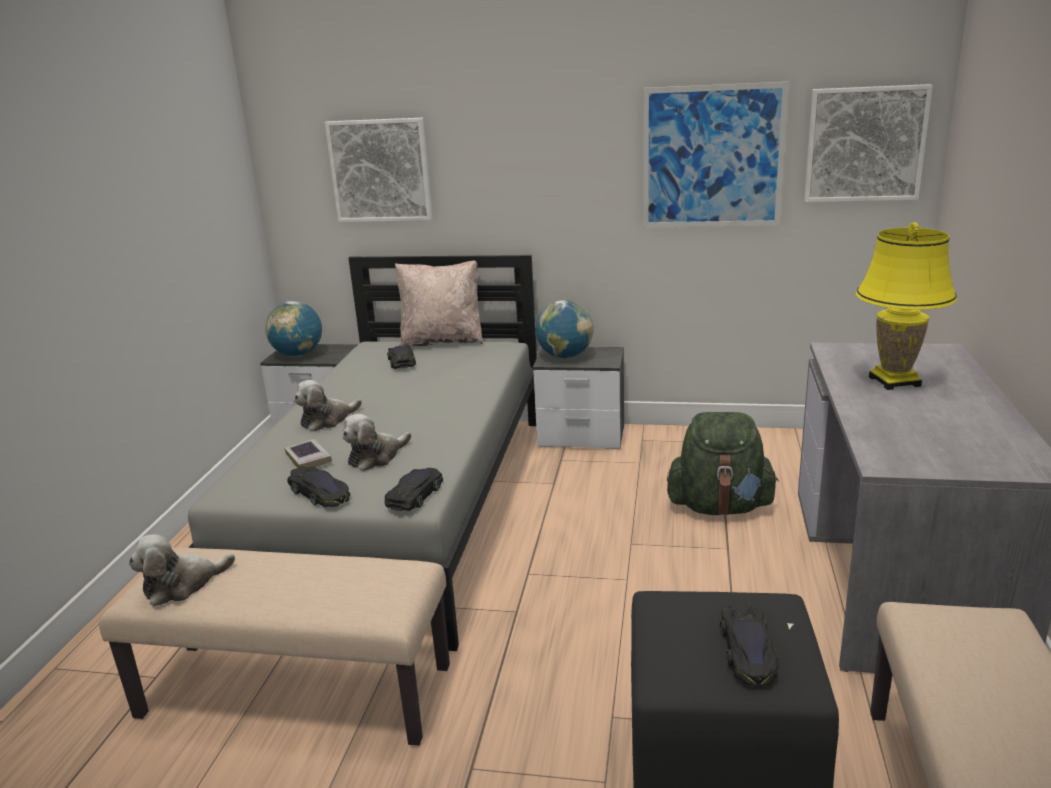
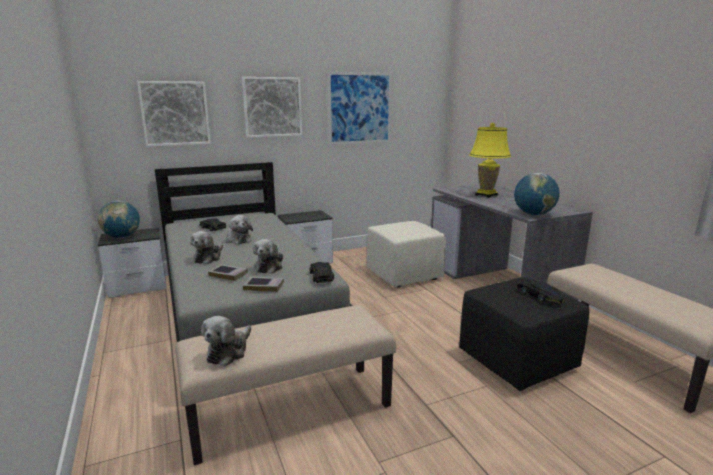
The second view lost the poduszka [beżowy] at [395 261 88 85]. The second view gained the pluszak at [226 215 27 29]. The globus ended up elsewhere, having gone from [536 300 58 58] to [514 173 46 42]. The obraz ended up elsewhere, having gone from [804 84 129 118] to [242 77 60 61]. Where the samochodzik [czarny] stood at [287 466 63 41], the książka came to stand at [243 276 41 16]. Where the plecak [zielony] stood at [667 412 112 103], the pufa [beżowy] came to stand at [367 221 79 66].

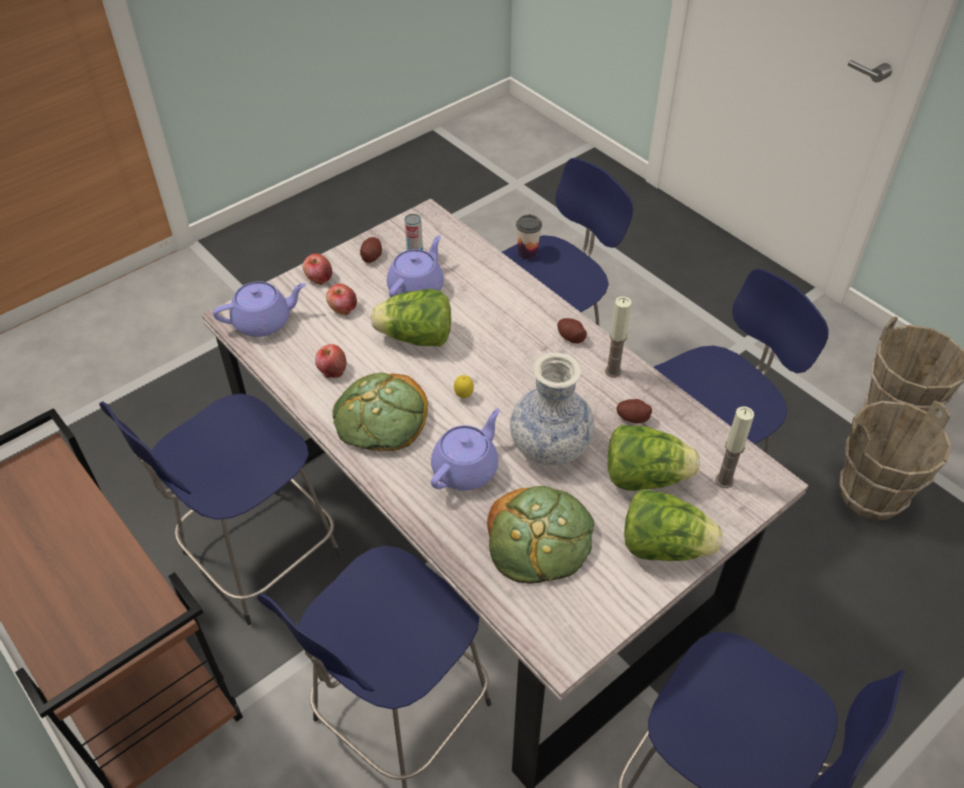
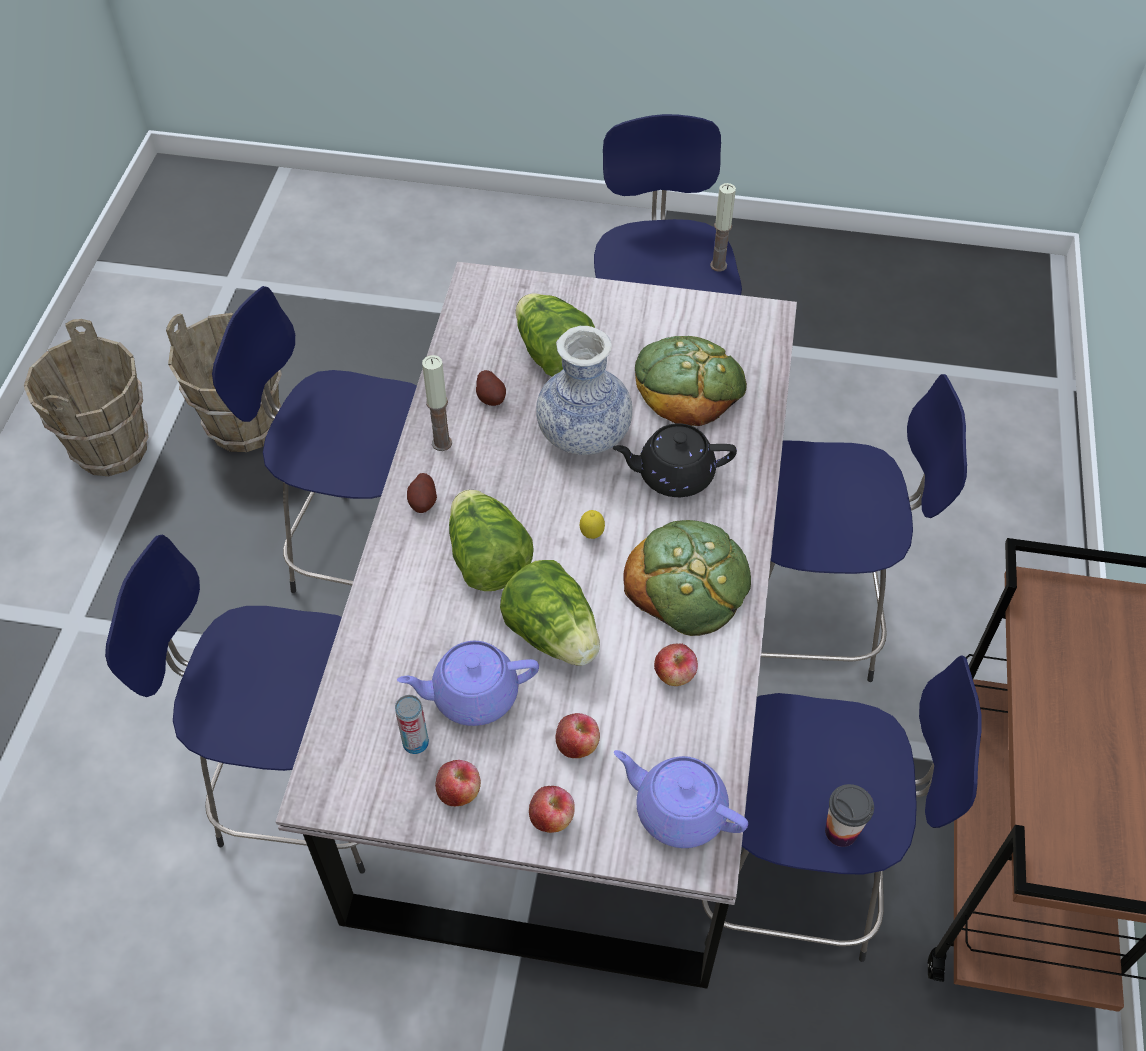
The filiżanka ended up elsewhere, having gone from [516 215 26 44] to [825 784 49 63]. The sałata ended up elsewhere, having gone from [624 489 99 72] to [449 490 85 101]. The świeca ended up elsewhere, having gone from [715 406 39 82] to [710 183 26 89]. Where the ziemniak stood at [360 237 22 26], the jabłko came to stand at [435 760 46 46]. What was the imbryk [fioletowy] at [431 409 69 81] turned into the imbryk [czarny] at [612 423 125 74].

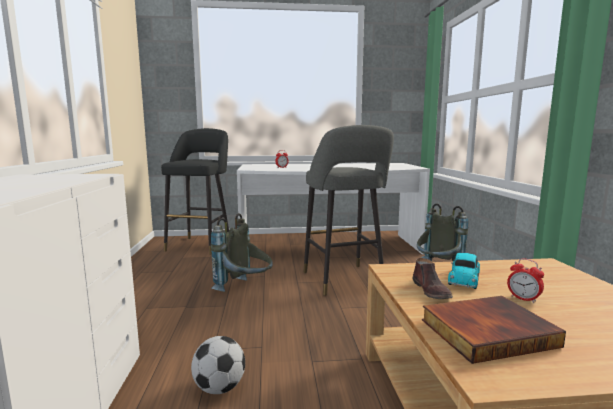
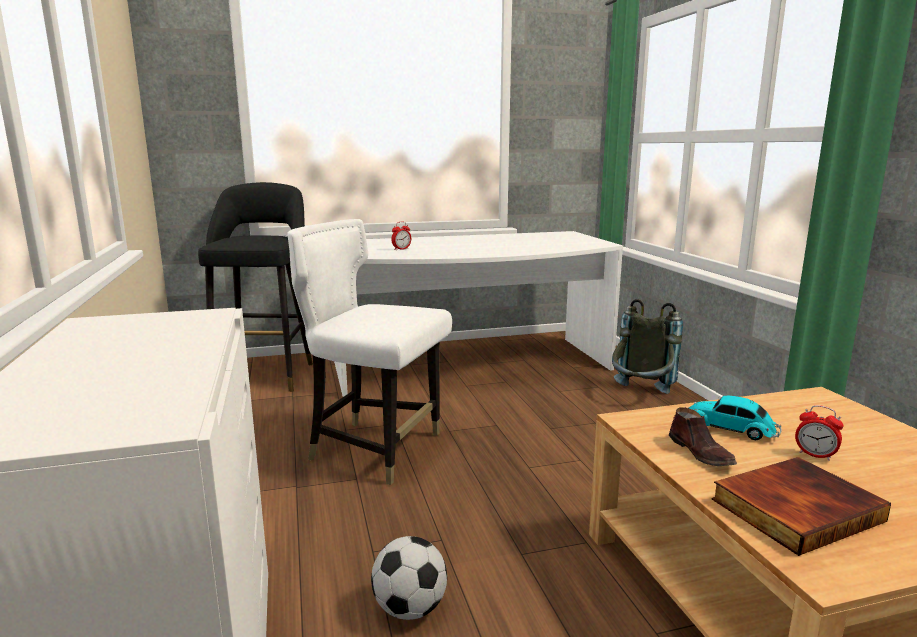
The second view lost the stołek [szary] at [303 125 91 171]. Where the plecak [szary] stood at [211 213 62 79], the krzesło [biały] came to stand at [287 219 165 266]. The samochodzik at [448 253 32 36] ended up facing another way, 105 degrees clockwise from before.

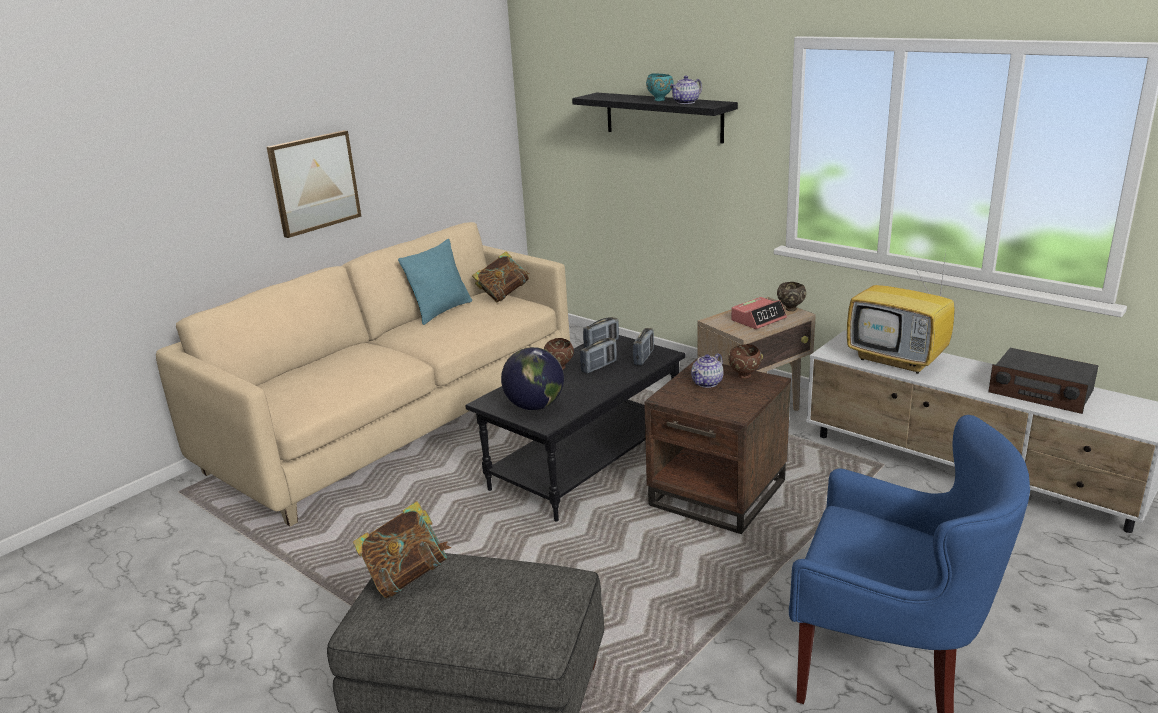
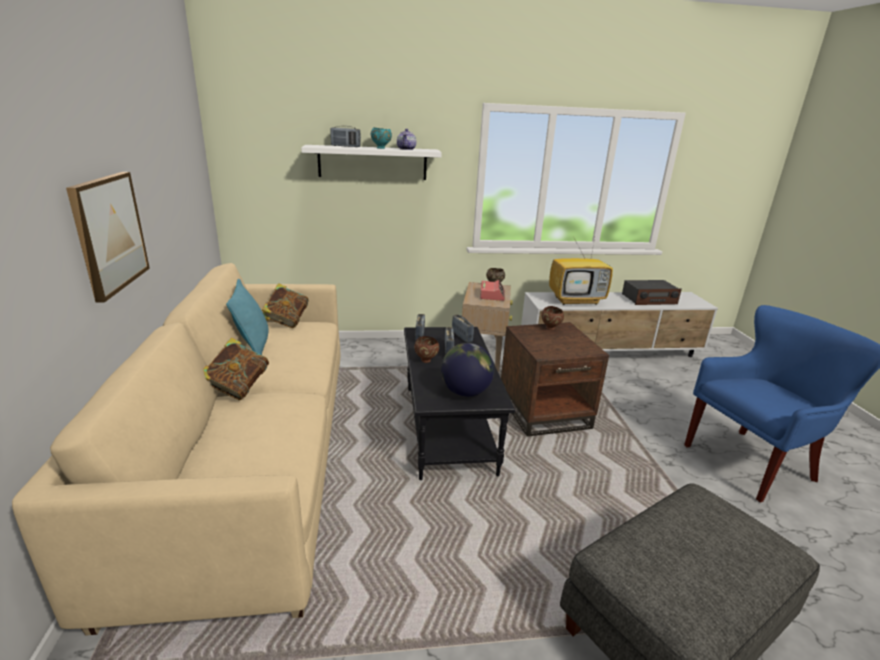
The second view lost the imbryk at [691 353 33 35]. The second view gained the radio at [331 126 30 21]. The książka ended up elsewhere, having gone from [353 501 98 97] to [203 338 66 62]. What was the półka [czarny] at [572 93 166 50] turned into the półka [biały] at [301 145 141 35].

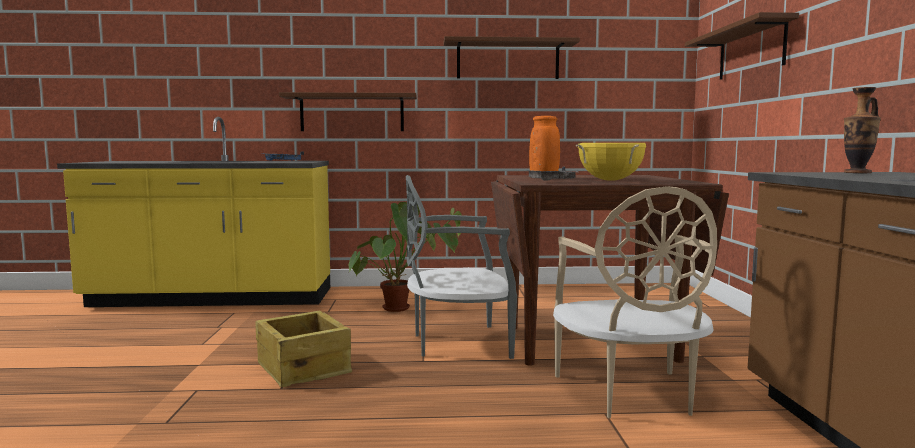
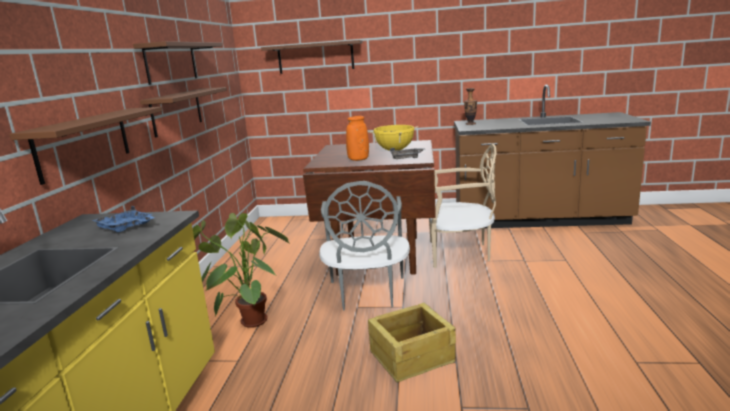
The second view gained the półka [brązowy] at [140 87 87 51].

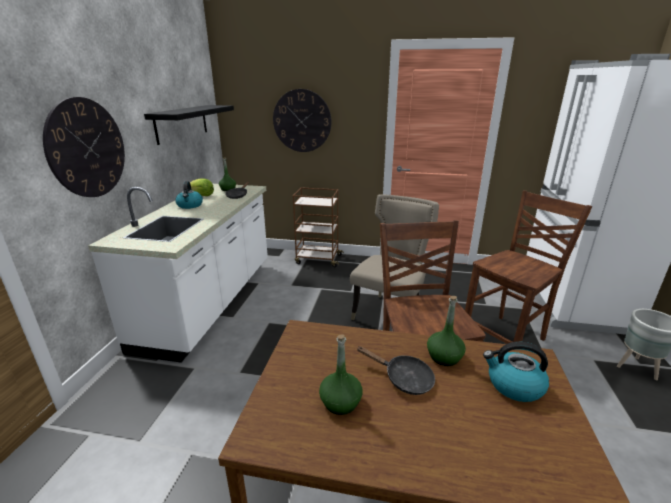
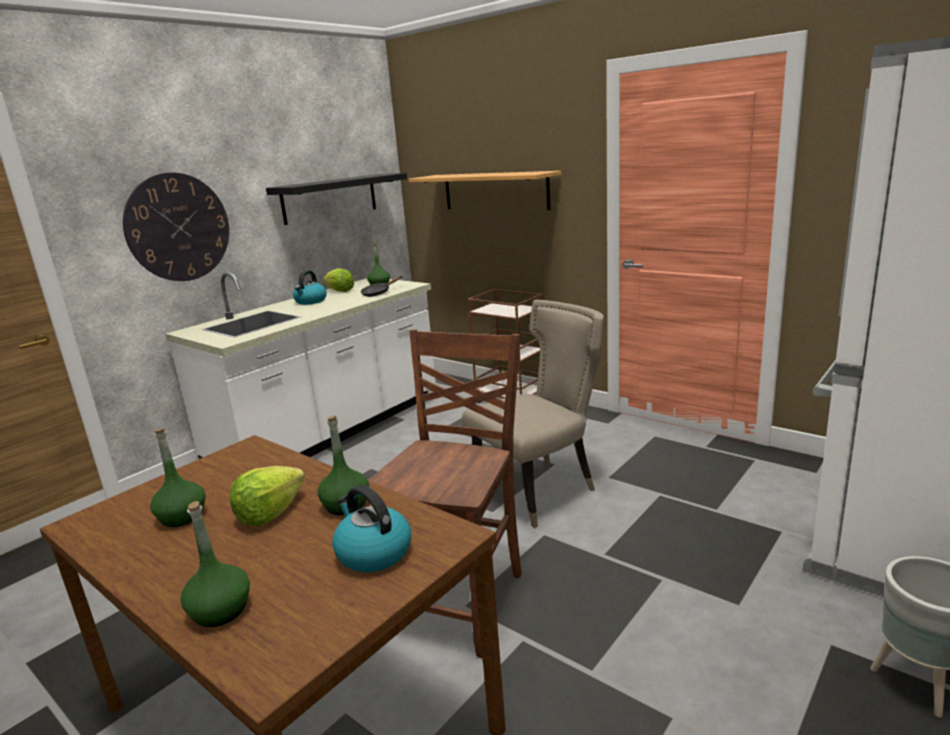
The second view lost the krzesło [brązowy] at [465 191 127 153]. The second view gained the butelka [zielony] at [181 501 69 126]. Where the zegar ścienny hung at [273 89 59 63], the półka came to hang at [409 171 152 39]. Where the patelnia [czarny] stood at [357 346 78 49], the sałata came to stand at [229 466 76 60].

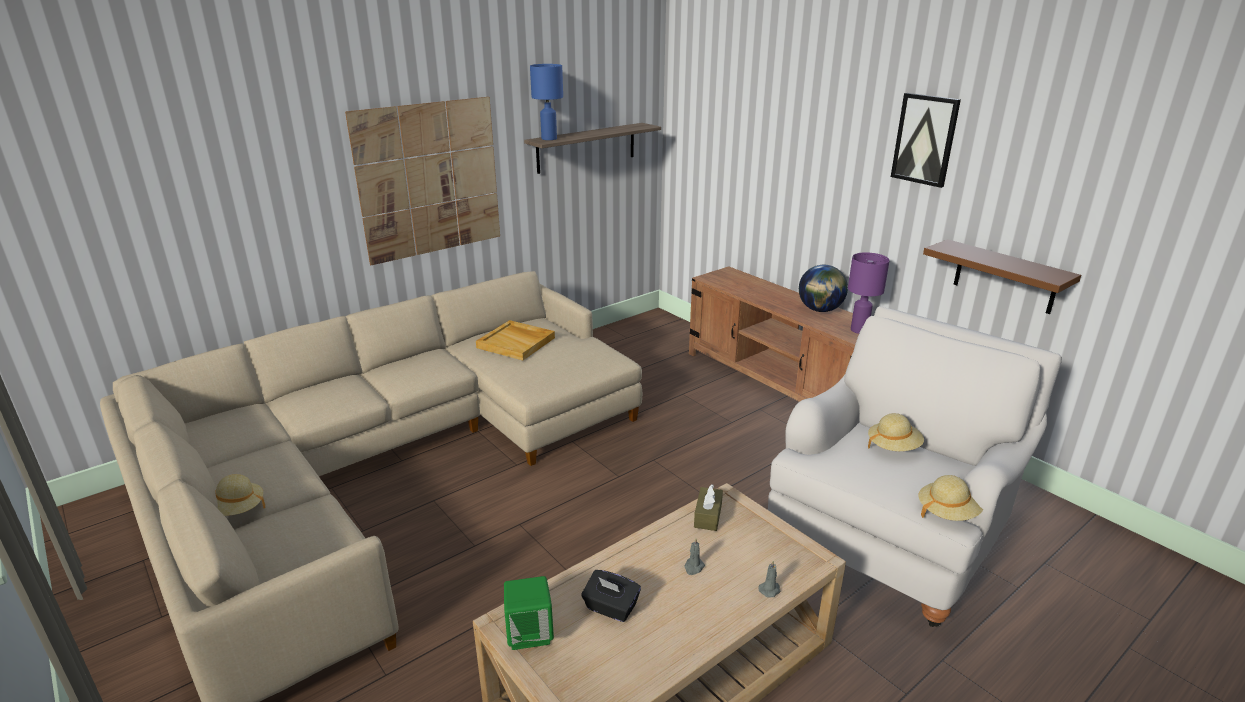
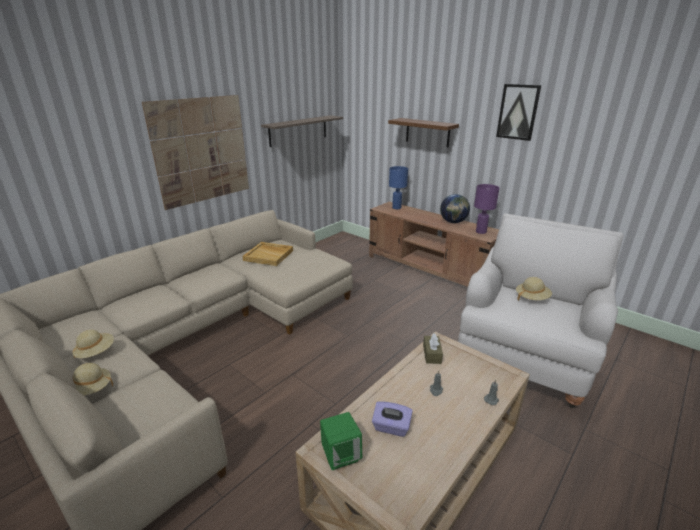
The lampa stołowa [niebieski] ended up elsewhere, having gone from [530 64 33 76] to [389 166 19 43]. The kapelusz [beżowy] ended up elsewhere, having gone from [918 475 65 46] to [72 329 42 30]. The półka [brązowy] ended up elsewhere, having gone from [923 239 158 75] to [388 118 71 29]. What was the pudełko chusteczek [czarny] at [581 570 60 52] turned into the pudełko chusteczek [fioletowy] at [372 401 41 36].

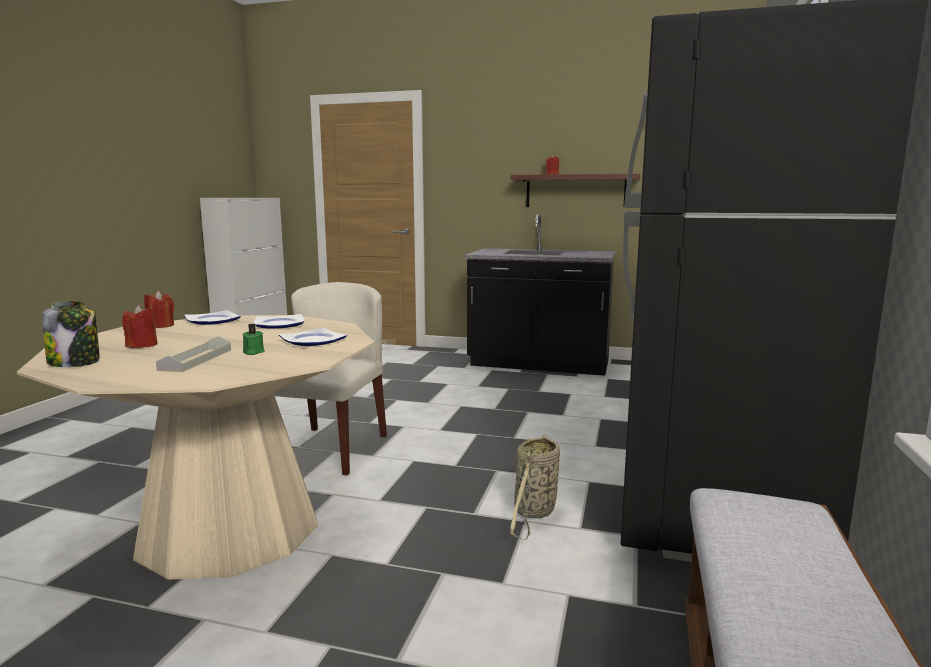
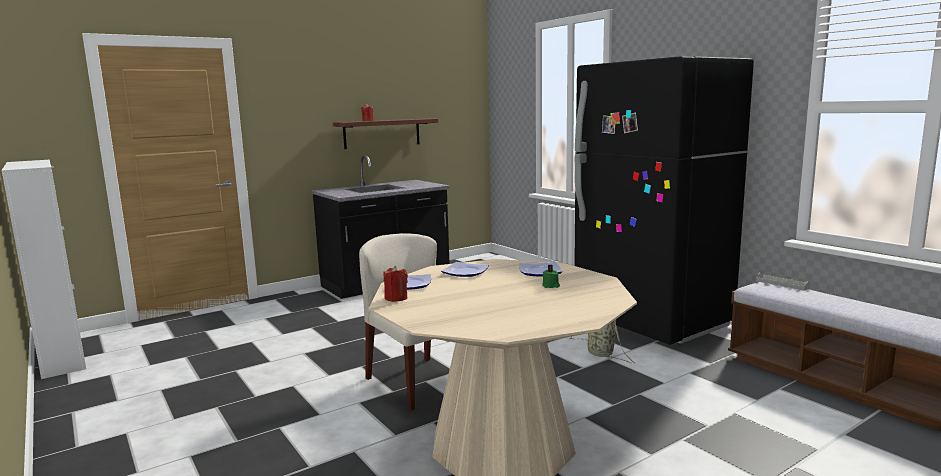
The second view lost the słoik at [42 301 58 66]. The second view lost the świeca [czerwony] at [122 305 36 43]. The taca [szary] ended up elsewhere, having gone from [156 336 75 36] to [756 272 55 19].

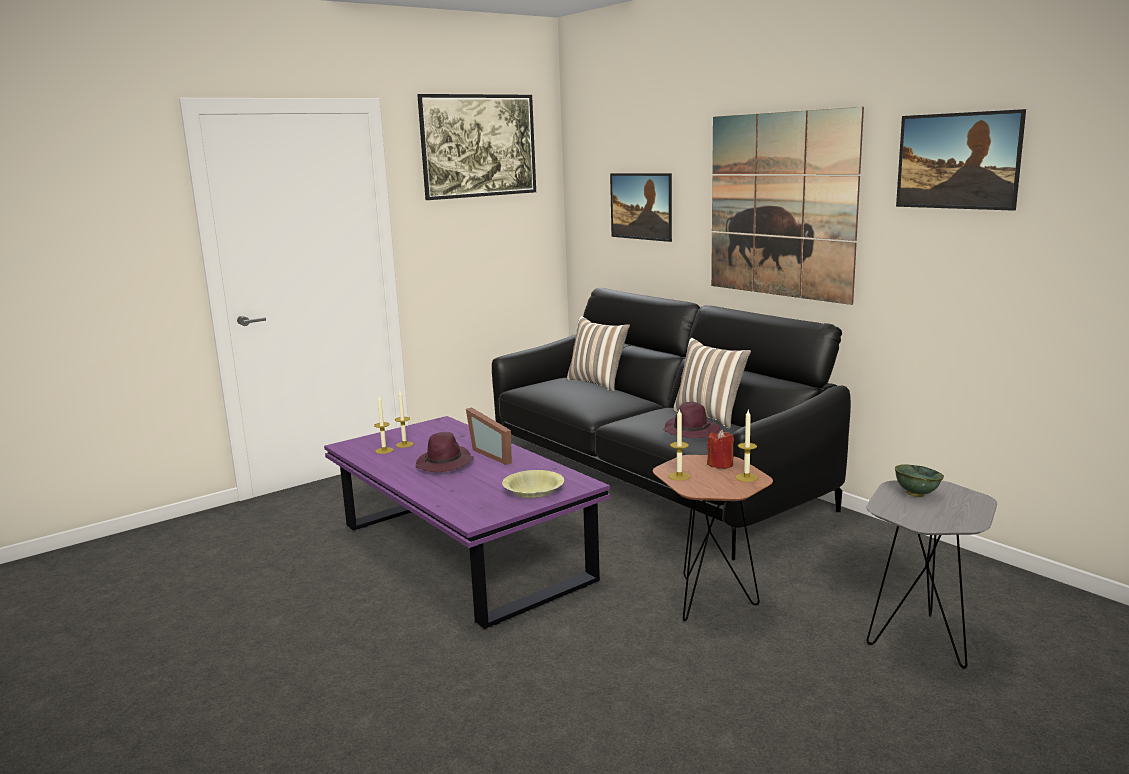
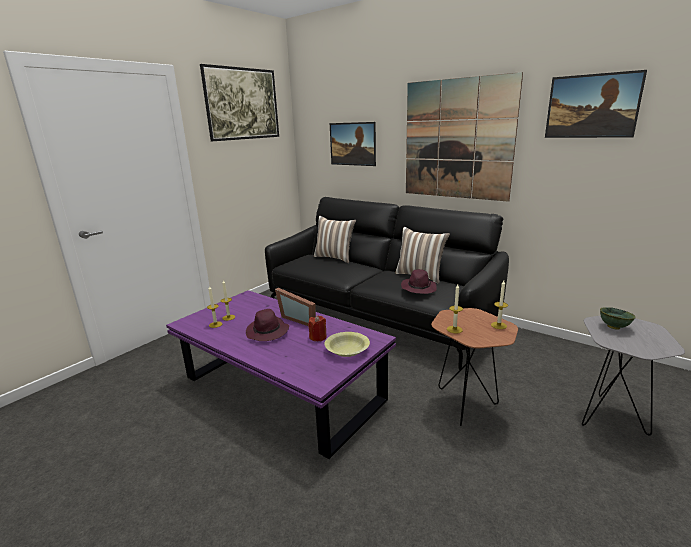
The świeca [czerwony] ended up elsewhere, having gone from [707 430 27 39] to [308 315 19 26].

